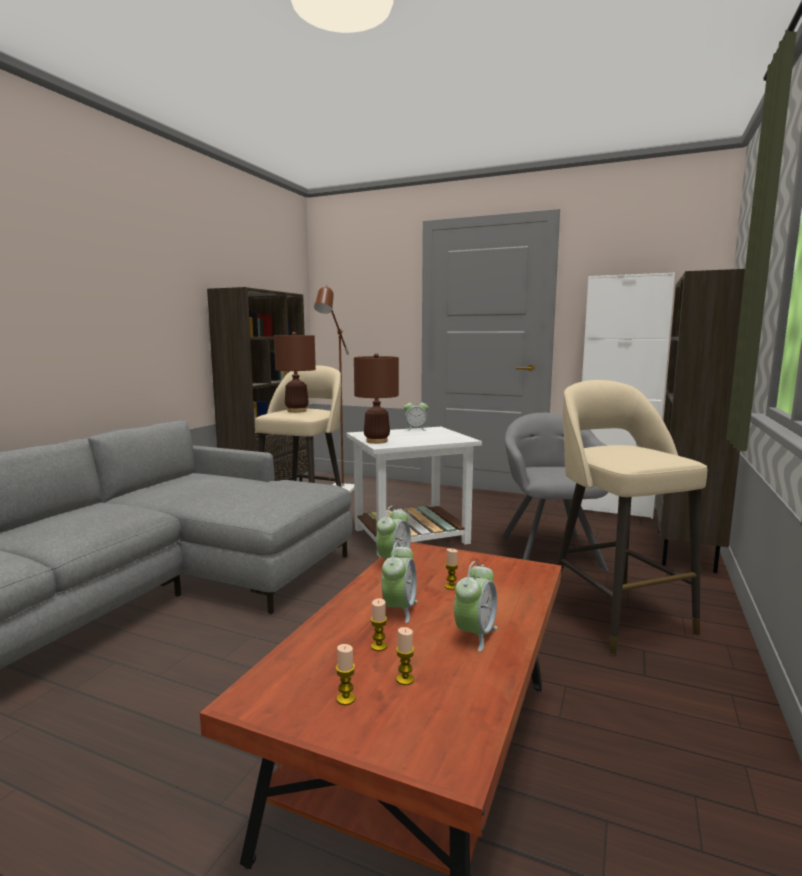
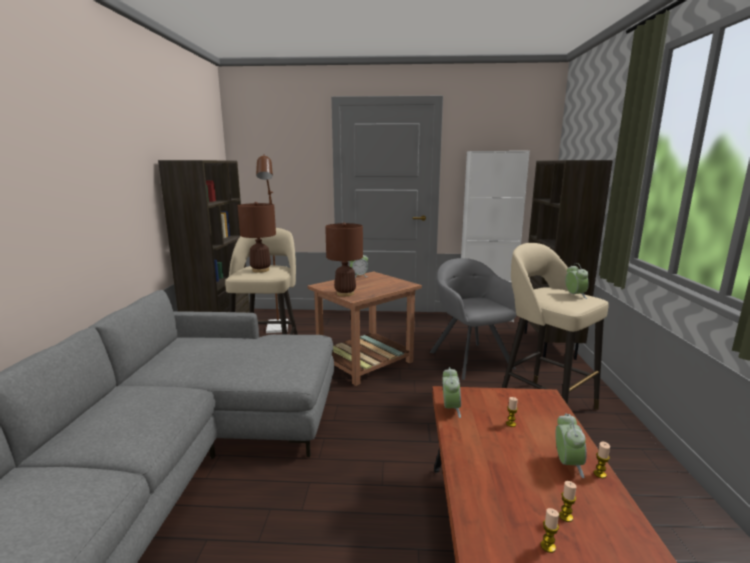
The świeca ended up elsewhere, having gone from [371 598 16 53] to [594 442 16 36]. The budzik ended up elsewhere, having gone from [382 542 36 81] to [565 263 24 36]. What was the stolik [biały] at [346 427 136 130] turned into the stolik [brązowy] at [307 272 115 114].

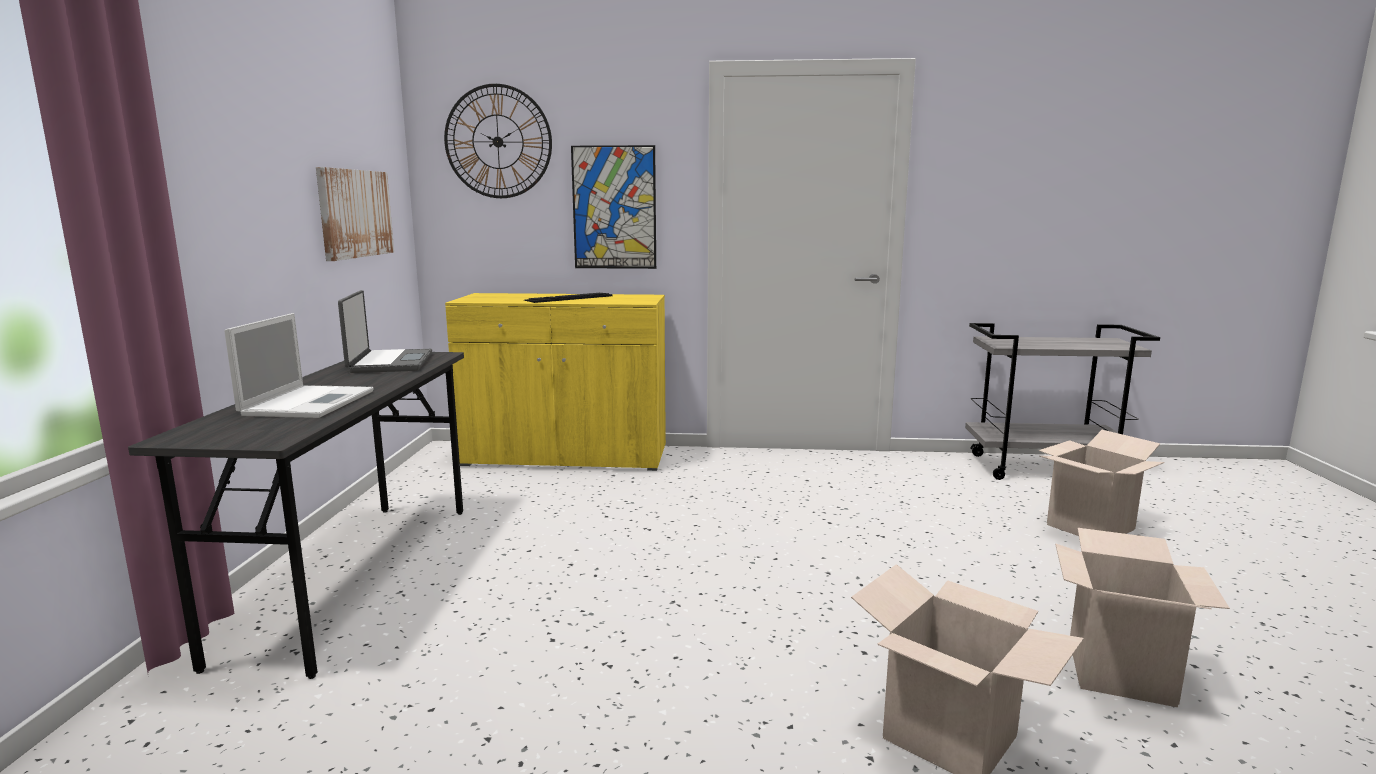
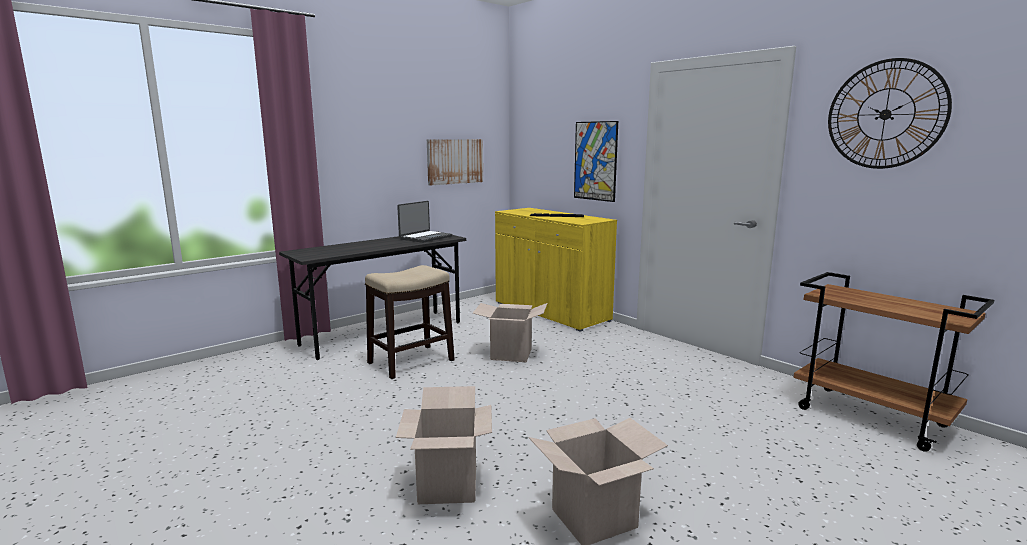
The second view lost the laptop at [224 313 150 105]. The second view gained the stołek at [365 265 90 114]. The zegar ścienny ended up elsewhere, having gone from [444 84 108 114] to [828 58 124 111]. The karton ended up elsewhere, having gone from [1039 430 126 106] to [473 303 75 59]. What was the wózek [szary] at [965 323 195 157] turned into the wózek [brązowy] at [793 272 201 180].

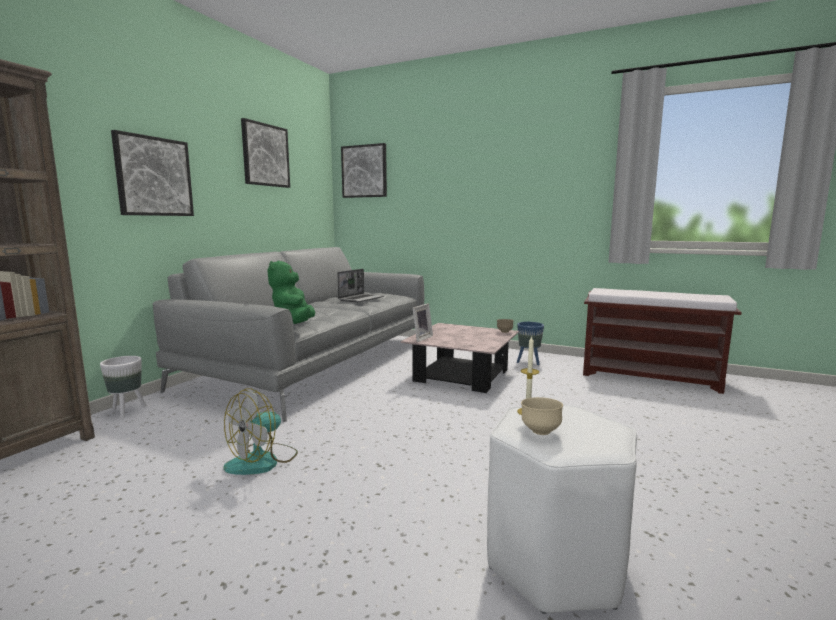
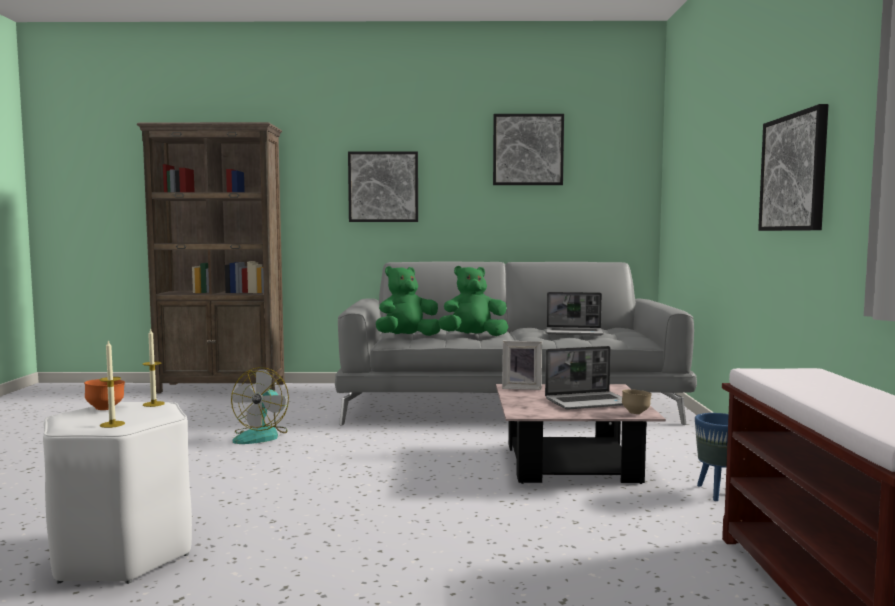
The second view lost the donica [biały] at [100 356 46 61]. The second view gained the świeca at [99 340 26 88]. The second view gained the pluszak [zielony] at [438 266 70 70]. The second view gained the laptop at [545 346 78 64]. The obraz ended up elsewhere, having gone from [341 143 46 55] to [758 104 71 127]. What was the miska [beżowy] at [521 397 42 38] turned into the miska [pomarańczowy] at [84 379 41 31]. The wentylator at [223 388 75 87] ended up facing another way, 90 degrees counterclockwise from before.

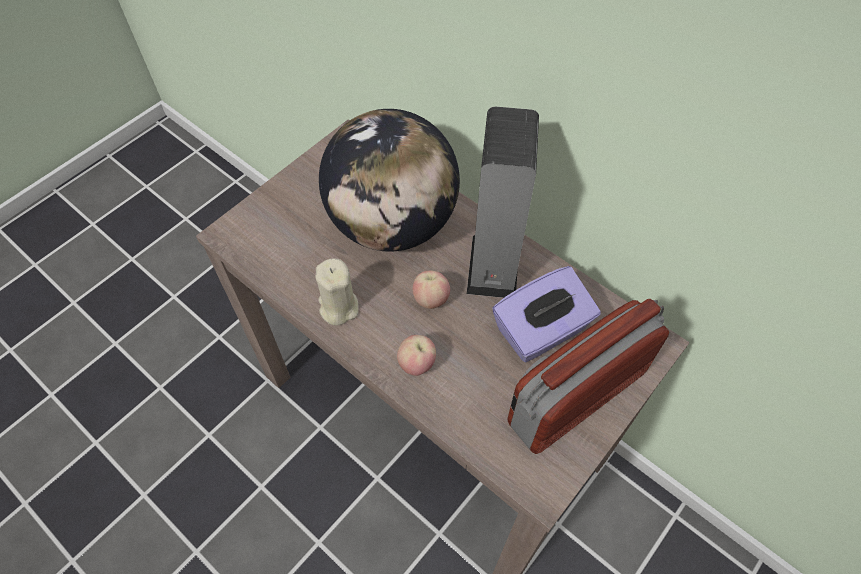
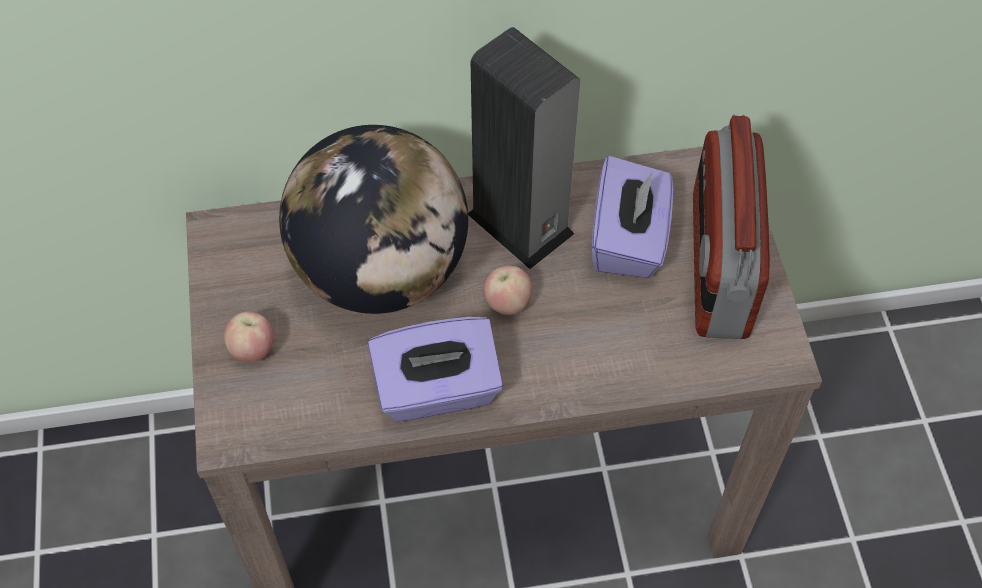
The jabłko ended up elsewhere, having gone from [397 335 39 41] to [224 311 49 51]. Where the świeca [beżowy] stood at [315 259 44 66], the pudełko chusteczek [fioletowy] came to stand at [368 317 135 105].

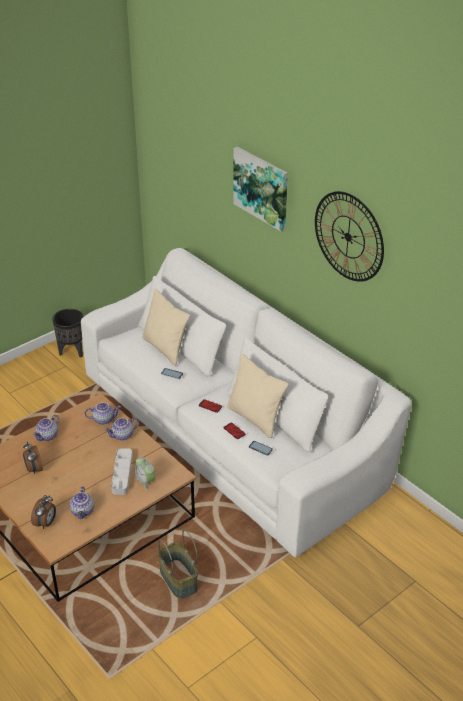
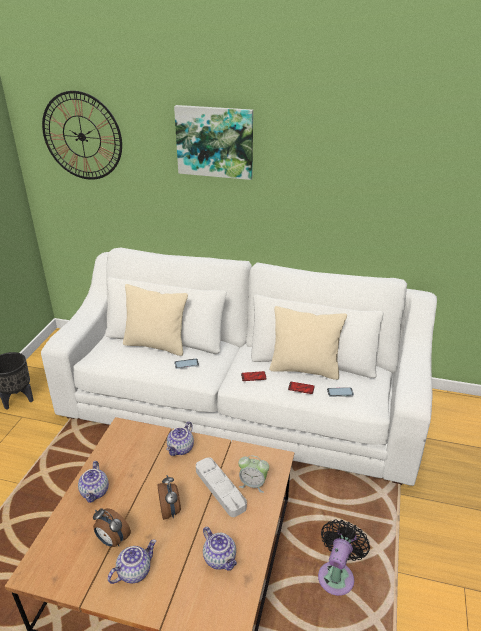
The budzik ended up elsewhere, having gone from [31 495 25 34] to [158 475 23 45]. The imbryk ended up elsewhere, having gone from [85 402 36 23] to [108 539 48 45]. The zegar ścienny ended up elsewhere, having gone from [315 191 69 91] to [42 91 80 89]. Where the koszyk stood at [158 529 40 70], the wentylator [czarny] came to stand at [318 520 52 76].

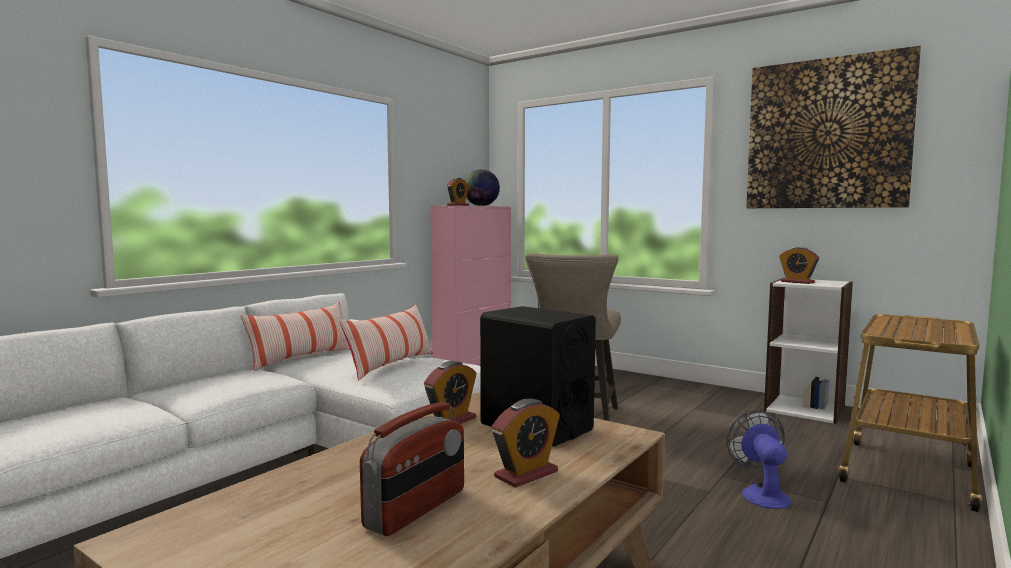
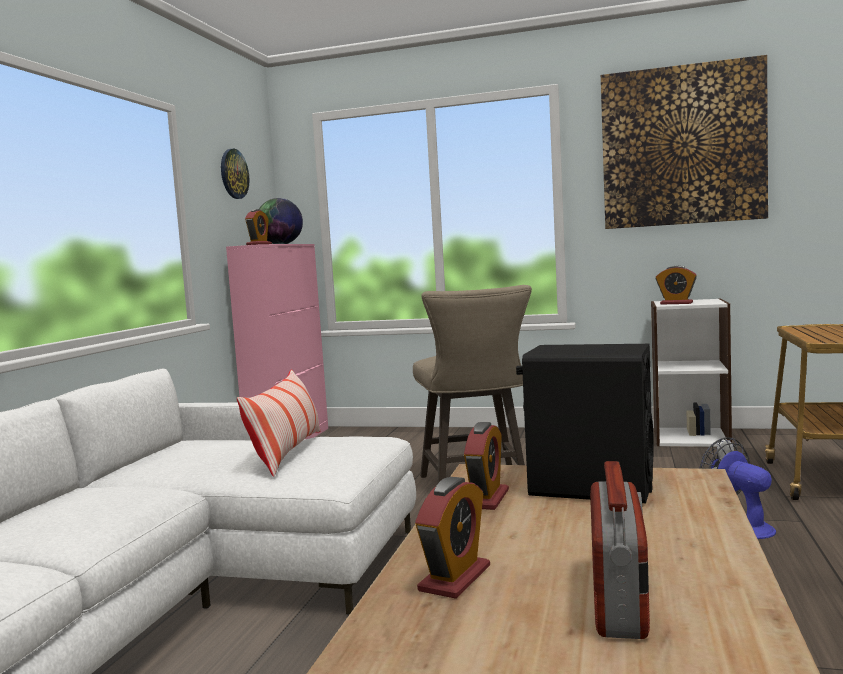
The second view lost the poduszka at [241 302 109 69]. The second view gained the zegar ścienny at [221 149 28 50]. The budzik ended up elsewhere, having gone from [492 399 68 89] to [415 477 75 122].

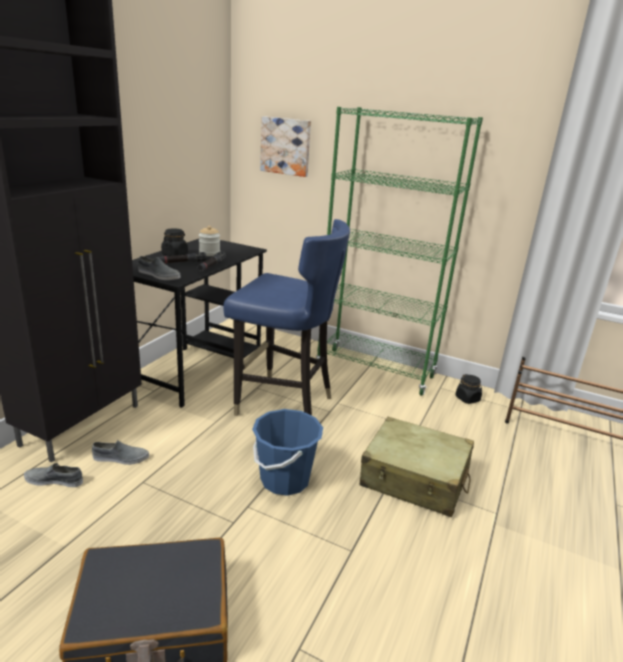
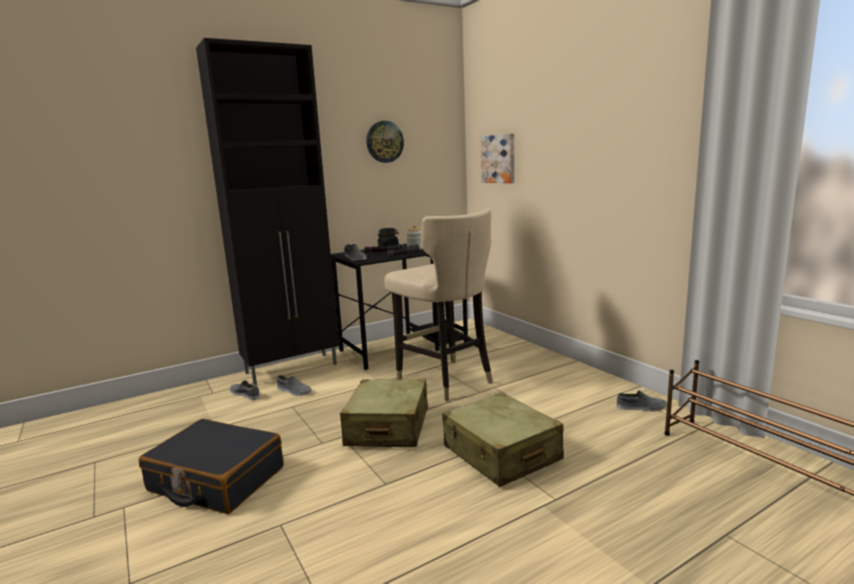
The second view lost the regał [zielony] at [316 107 167 289]. The second view gained the zegar ścienny at [366 121 38 42]. Where the wiadro [niebieski] stood at [252 409 71 87], the walizka [beżowy] came to stand at [340 379 88 68]. Where the słoik [czarny] stood at [455 374 27 30], the but [szary] came to stand at [616 390 51 21]. What was the krzesło [niebieski] at [223 219 127 197] turned into the krzesło [beżowy] at [384 209 109 192].

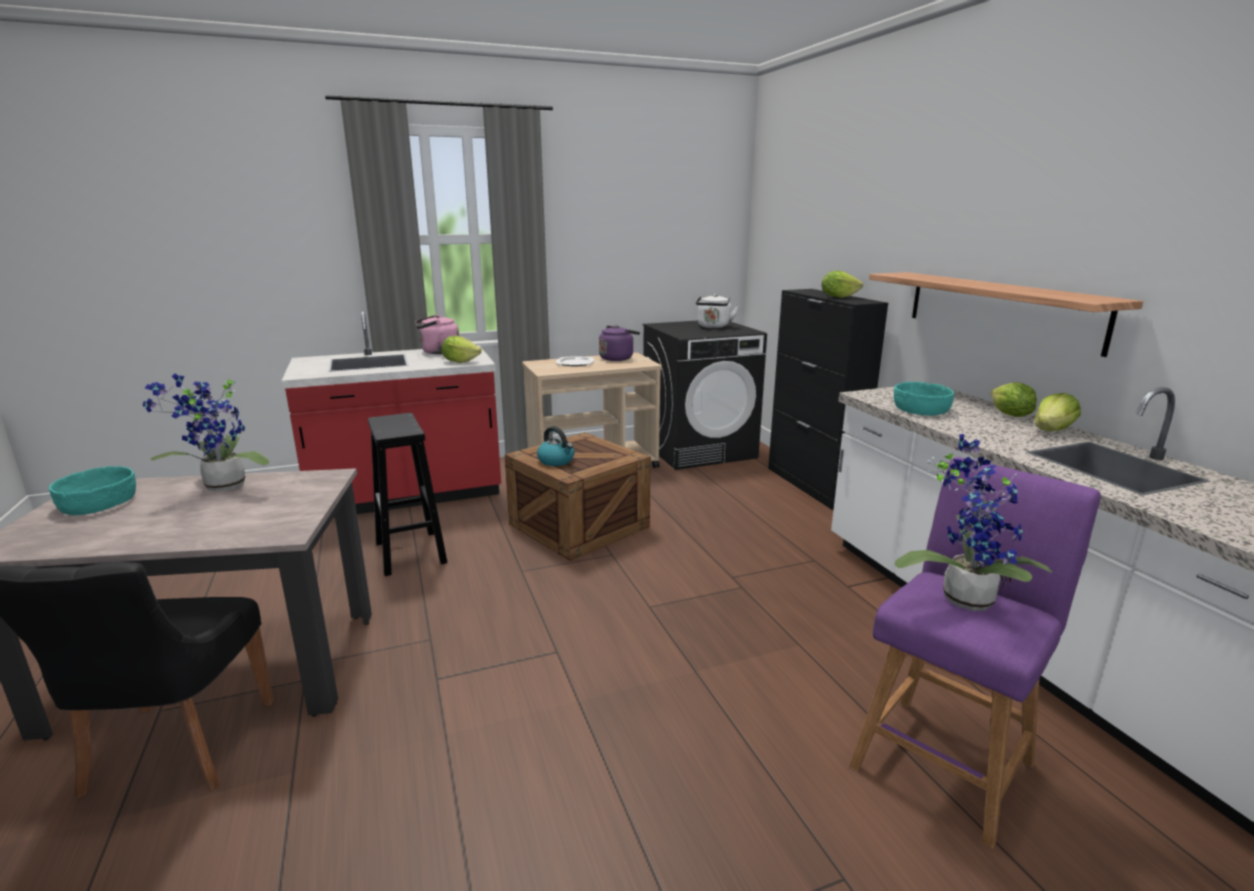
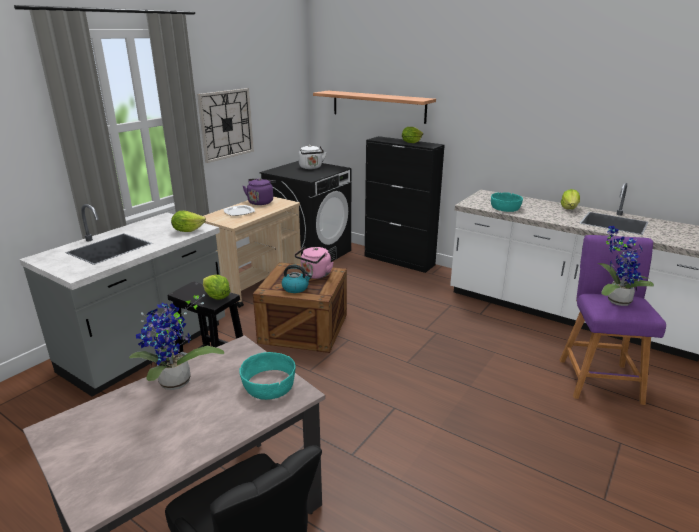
The second view gained the zegar ścienny at [197 88 57 75]. The miska [turkusowy] ended up elsewhere, having gone from [49 466 87 49] to [239 352 57 48]. The czajnik [różowy] ended up elsewhere, having gone from [415 315 44 39] to [295 247 39 32]. The półka ended up elsewhere, having gone from [869 272 275 85] to [313 91 123 33]. The sałata ended up elsewhere, having gone from [991 382 46 35] to [203 275 27 25]. What was the zabudowa kuchenna [czerwony] at [282 311 219 207] turned into the zabudowa kuchenna [szary] at [19 204 206 193].

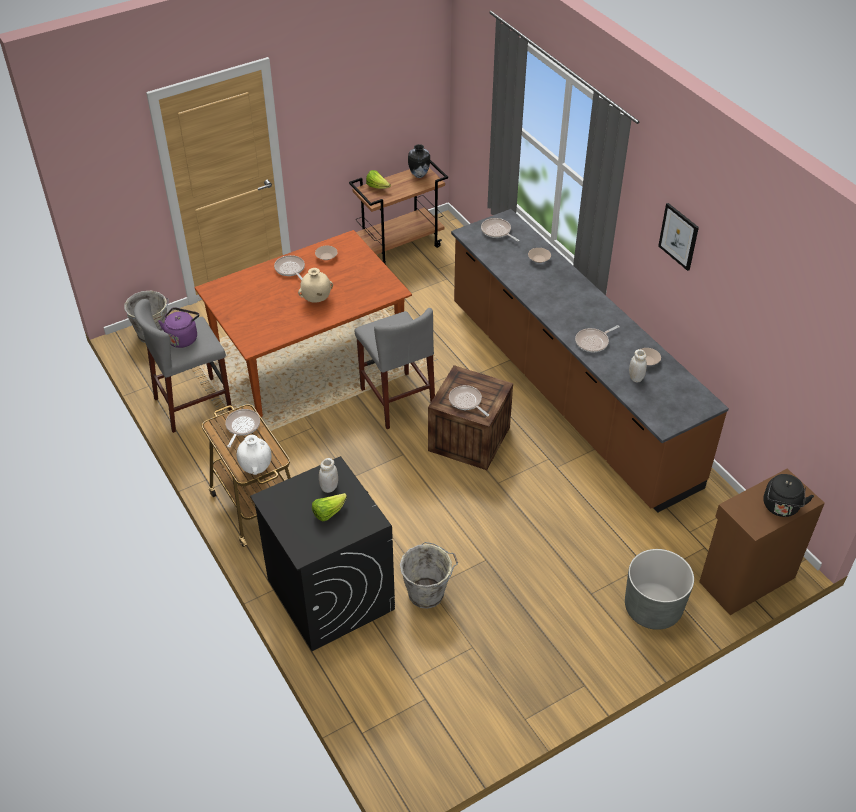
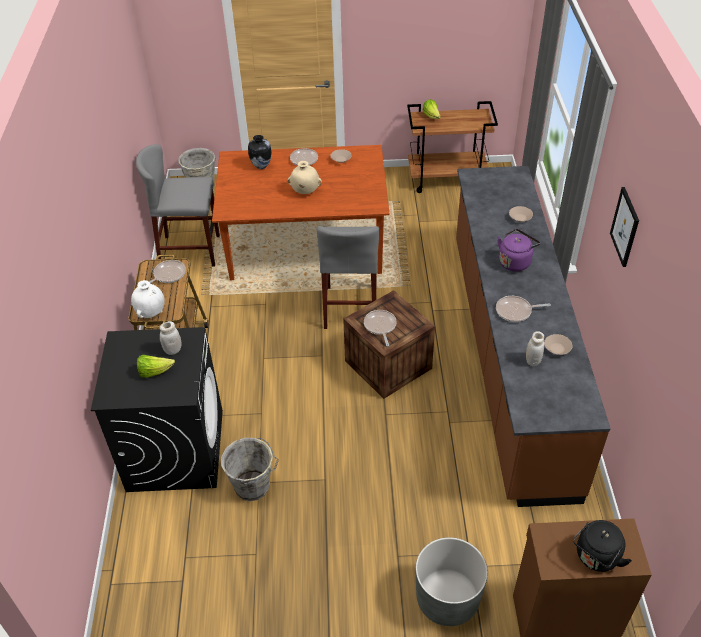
The second view lost the patelnia at [481 218 38 24]. The czajnik [fioletowy] ended up elsewhere, having gone from [158 307 41 41] to [497 229 43 42]. The wazon ended up elsewhere, having gone from [408 144 22 34] to [248 135 24 34].

